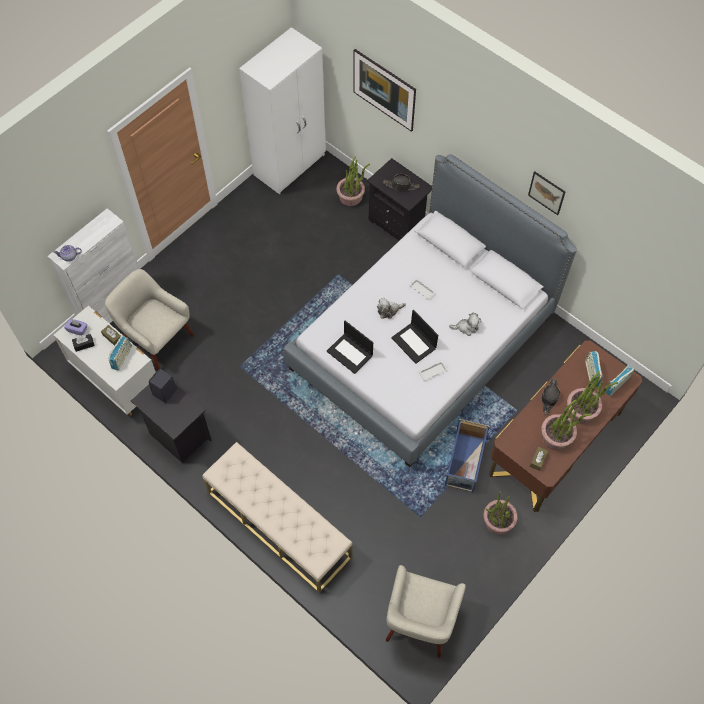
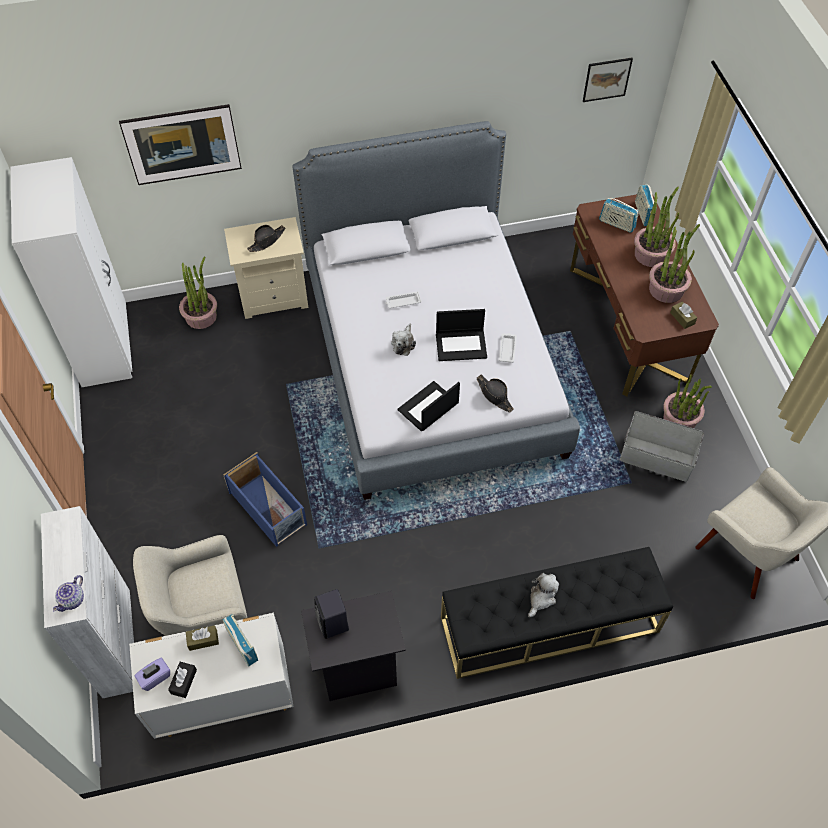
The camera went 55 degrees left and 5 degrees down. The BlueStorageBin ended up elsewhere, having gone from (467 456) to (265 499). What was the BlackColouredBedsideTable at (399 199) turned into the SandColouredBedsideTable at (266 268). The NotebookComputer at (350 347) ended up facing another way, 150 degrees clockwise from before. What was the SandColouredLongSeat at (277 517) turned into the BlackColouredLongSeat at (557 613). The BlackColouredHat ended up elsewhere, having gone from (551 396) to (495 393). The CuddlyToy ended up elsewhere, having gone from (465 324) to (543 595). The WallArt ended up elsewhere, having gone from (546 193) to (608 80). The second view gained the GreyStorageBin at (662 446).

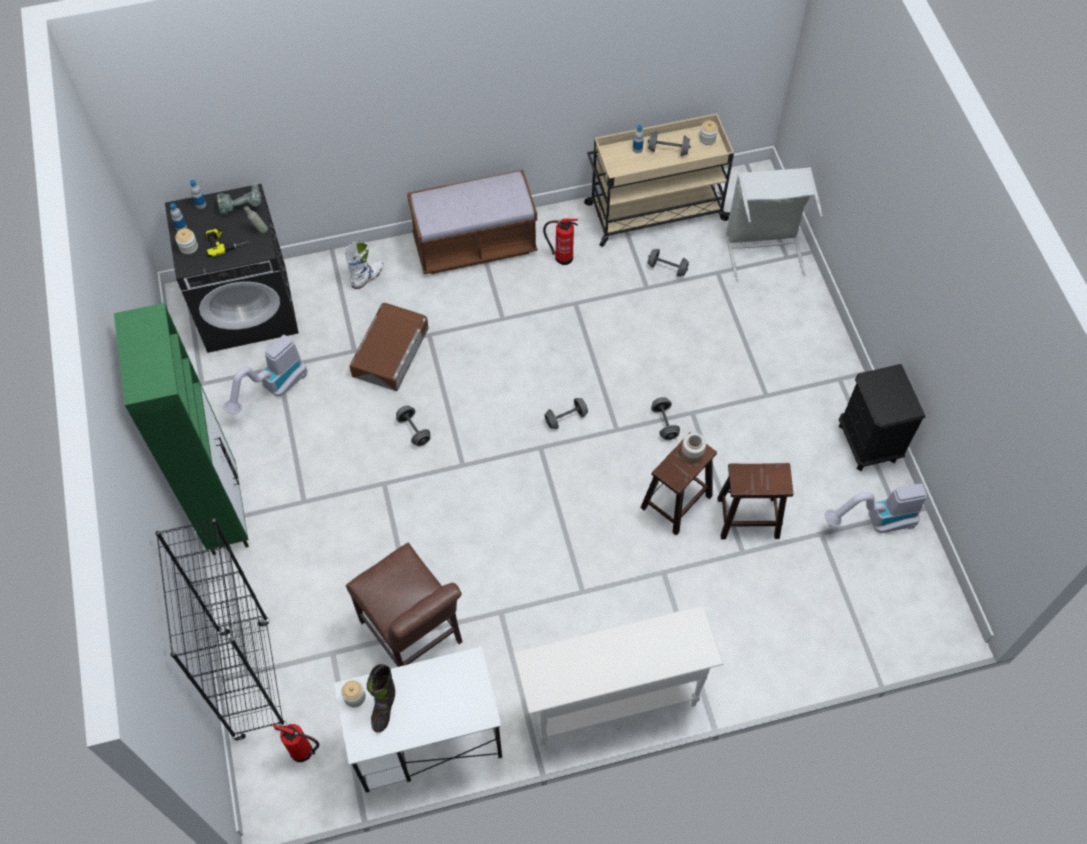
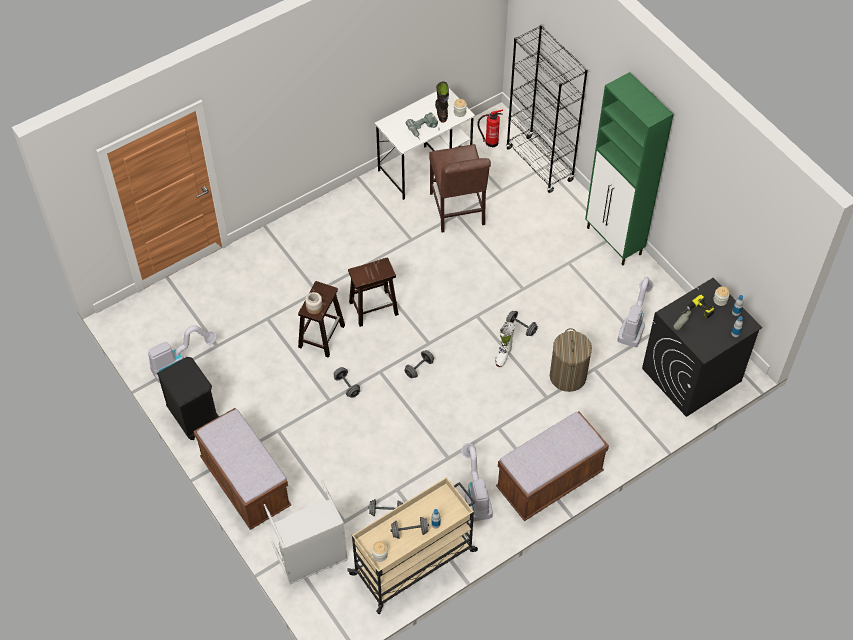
The camera went 160 degrees right and 5 degrees down. The second view gained the BrownColouredLongSeat at (242 469). The BrownColouredStool ended up elsewhere, having gone from (755 501) to (373 292). The PowerDrill ended up elsewhere, having gone from (239 198) to (422 126). The BrownColouredPlainChair at (404 604) ended up facing another way, 135 degrees counterclockwise from before. Where the Extinguisher stood at (560 242), the VacuumCleaner came to stand at (477 482). The WhiteColouredHighTopBoot ended up elsewhere, having gone from (365 265) to (505 344). Where the BrownColouredStorageBin stood at (388 347), the LaundryBasket came to stand at (571 360). The second view lost the WhiteColouredHallTable at (618 675).

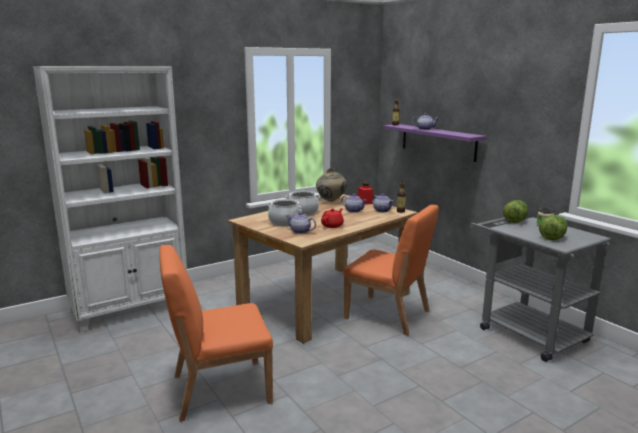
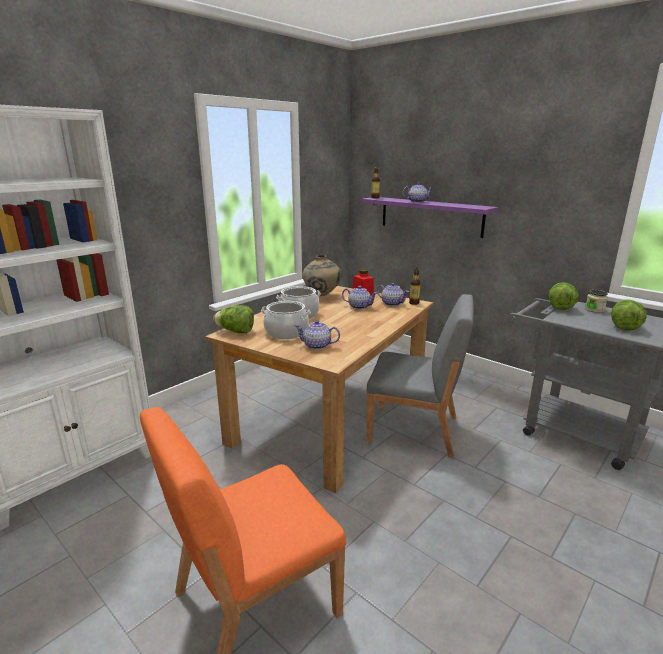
The camera went 15 degrees left and 5 degrees up. The second view gained the Lettuce at (234 319). What was the OrangePlainChair at (391 270) turned into the GreyPlainChair at (420 376). The second view lost the RedColouredTeapot at (332 218).

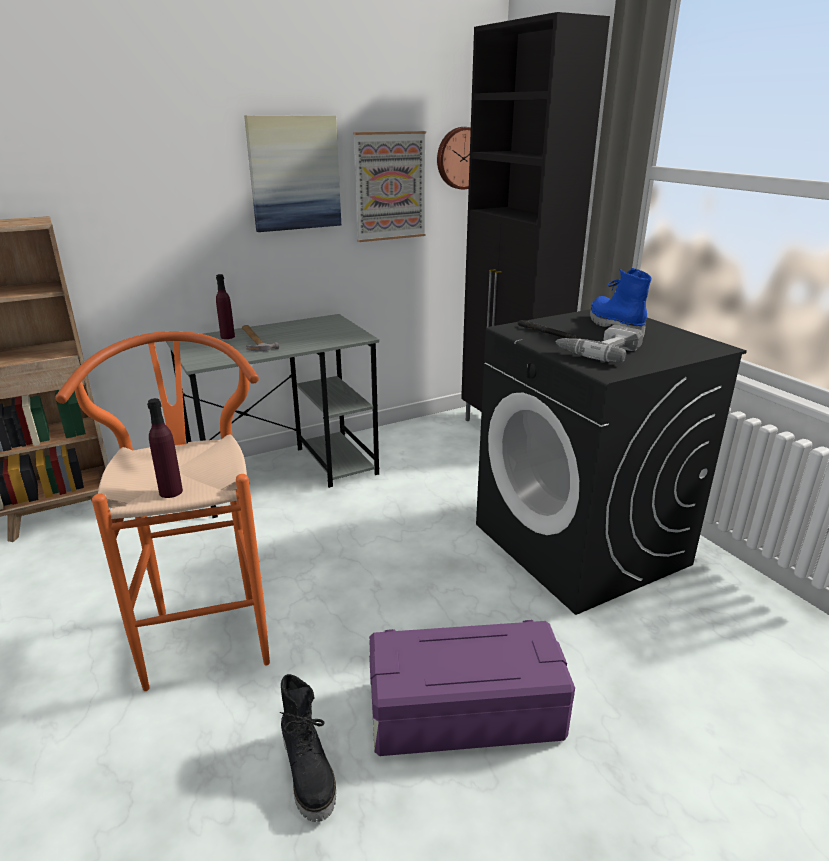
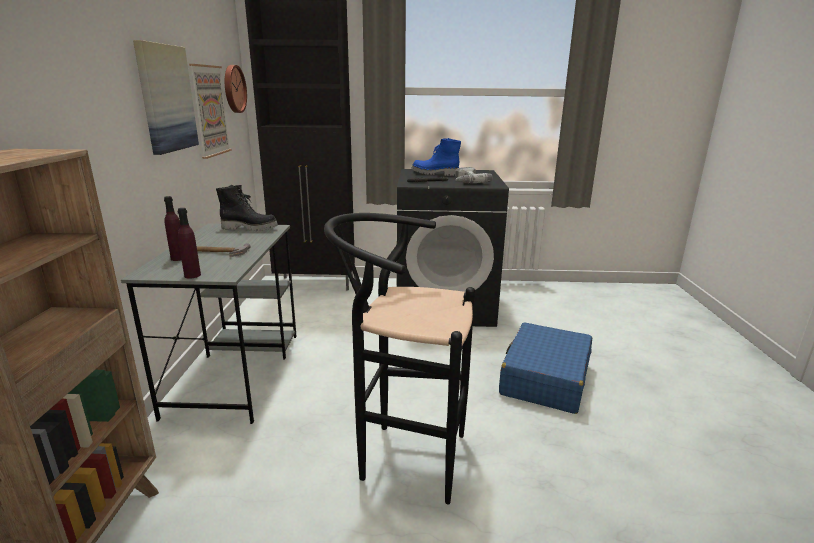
The camera went 60 degrees left and 5 degrees down. The PurplishDrinkBottle ended up elsewhere, having gone from (165 448) to (189 243). The BlackColouredHighTopBoot ended up elsewhere, having gone from (308 748) to (247 208). What was the OrangeStool at (162 511) turned into the BlackColouredStool at (399 358). Where the PurplishStorageBin stood at (472 688), the BlueTravelCase came to stand at (545 368).

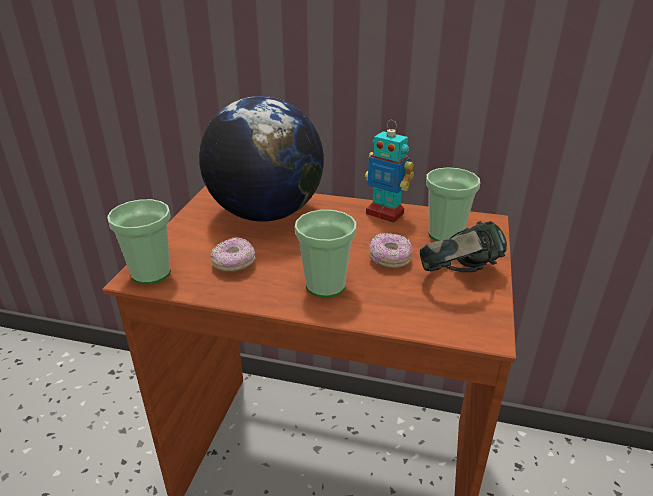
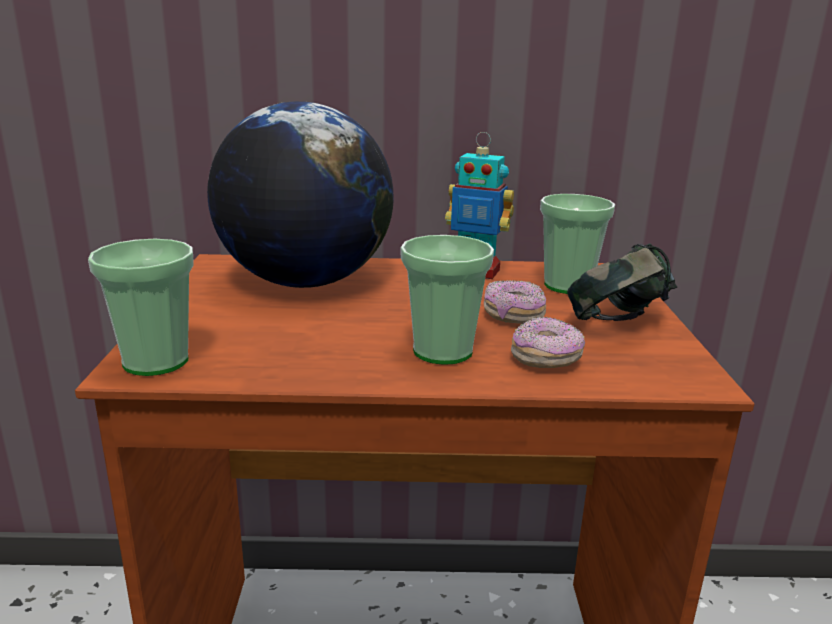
The camera went 15 degrees left and 10 degrees down. The Doughnut ended up elsewhere, having gone from (233 254) to (548 342).

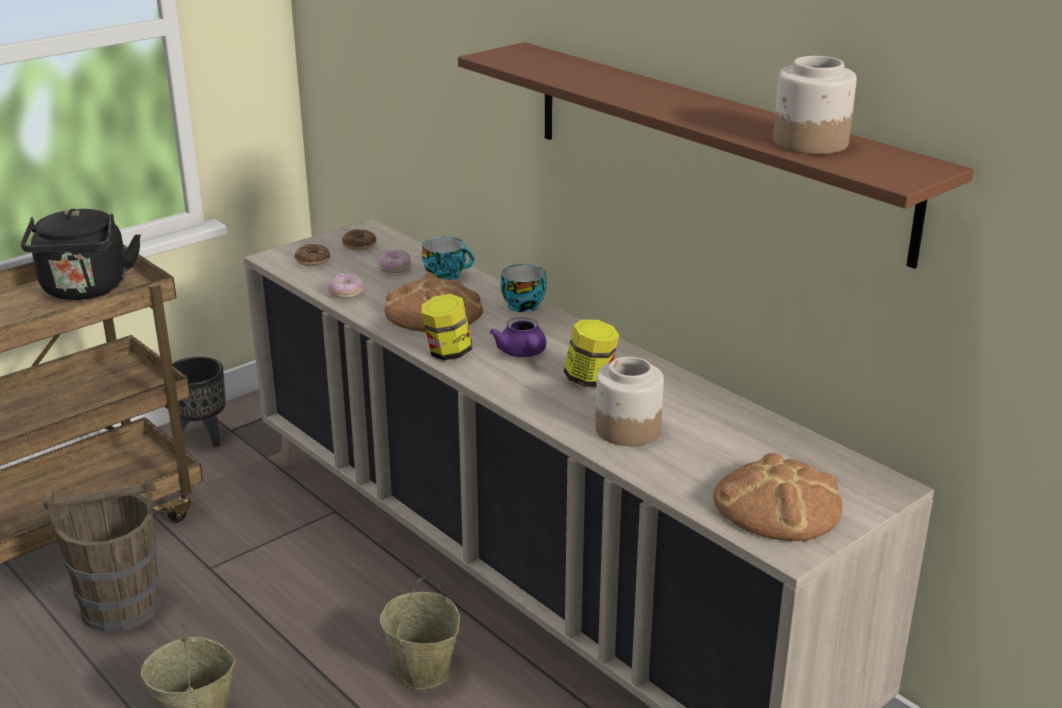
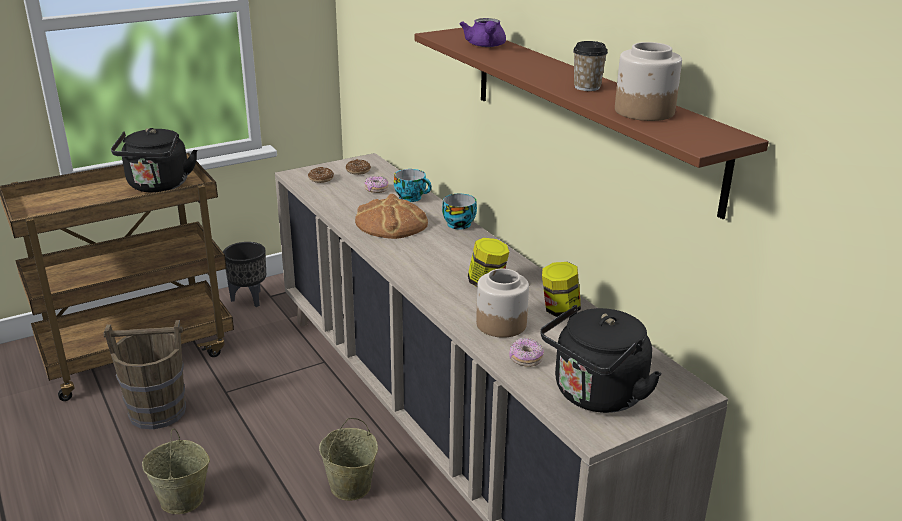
The camera went 10 degrees right and 0 degrees up. The PurplishTeapot ended up elsewhere, having gone from (518 337) to (483 32). The Doughnut ended up elsewhere, having gone from (346 286) to (526 352). Where the BakeryBread stood at (778 496), the BlackColouredKettle came to stand at (600 359). The PreserveJar ended up elsewhere, having gone from (447 327) to (561 289). The second view gained the DrinkingCup at (590 66).

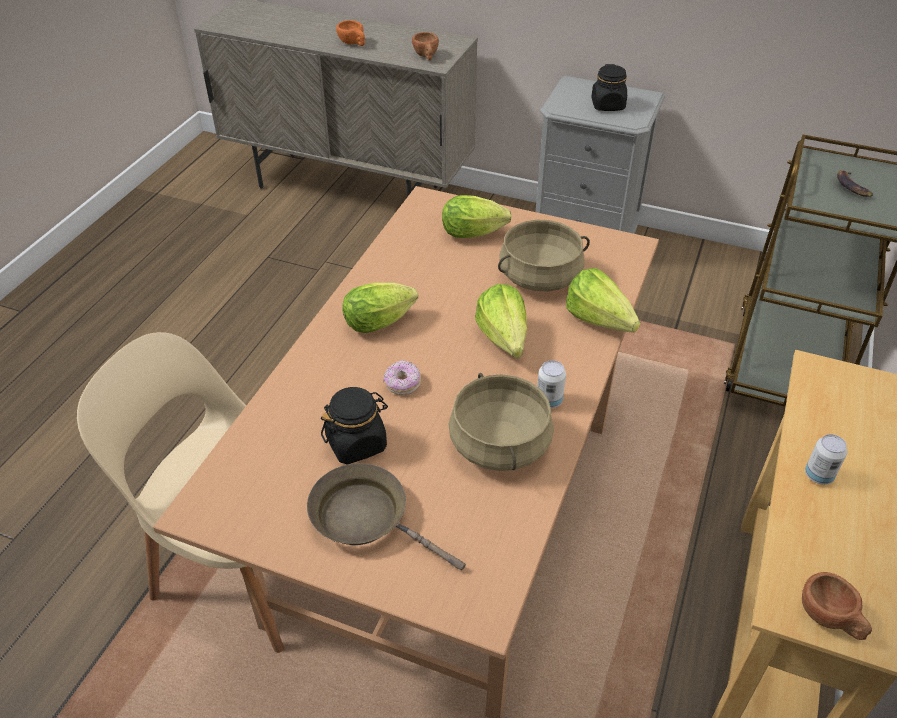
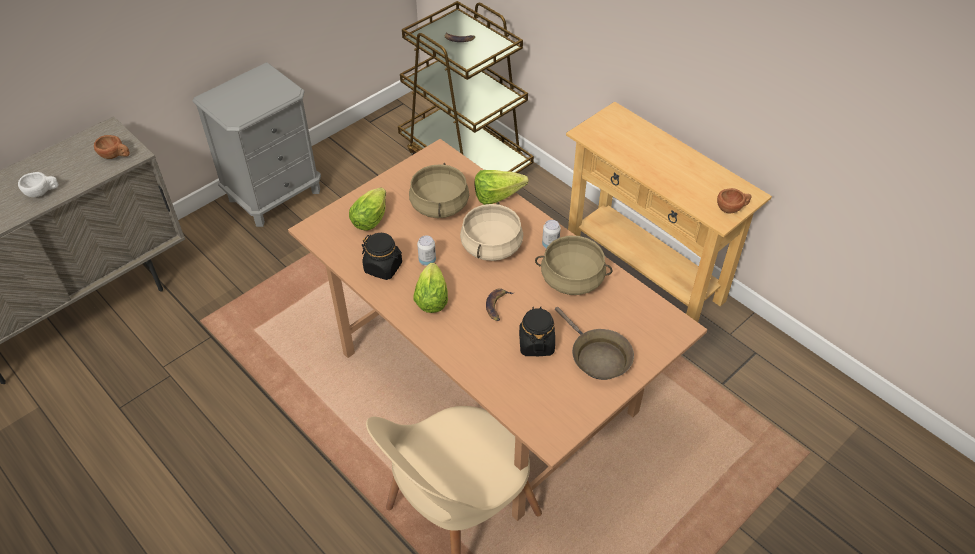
The camera went 65 degrees left and 5 degrees up. What was the OrangeDrinkingCup at (350 33) turned into the WhiteColouredDrinkingCup at (38 184). The BlackColouredPreserveJar ended up elsewhere, having gone from (609 87) to (382 256). The SealedCan ended up elsewhere, having gone from (826 459) to (426 250). Where the Lettuce stood at (501 321), the SandColouredCookingPot came to stand at (491 231). Where the Doughnut stood at (402 377), the WholeBanana came to stand at (500 304). The BrownColouredPan at (386 516) ended up facing another way, 90 degrees counterclockwise from before.

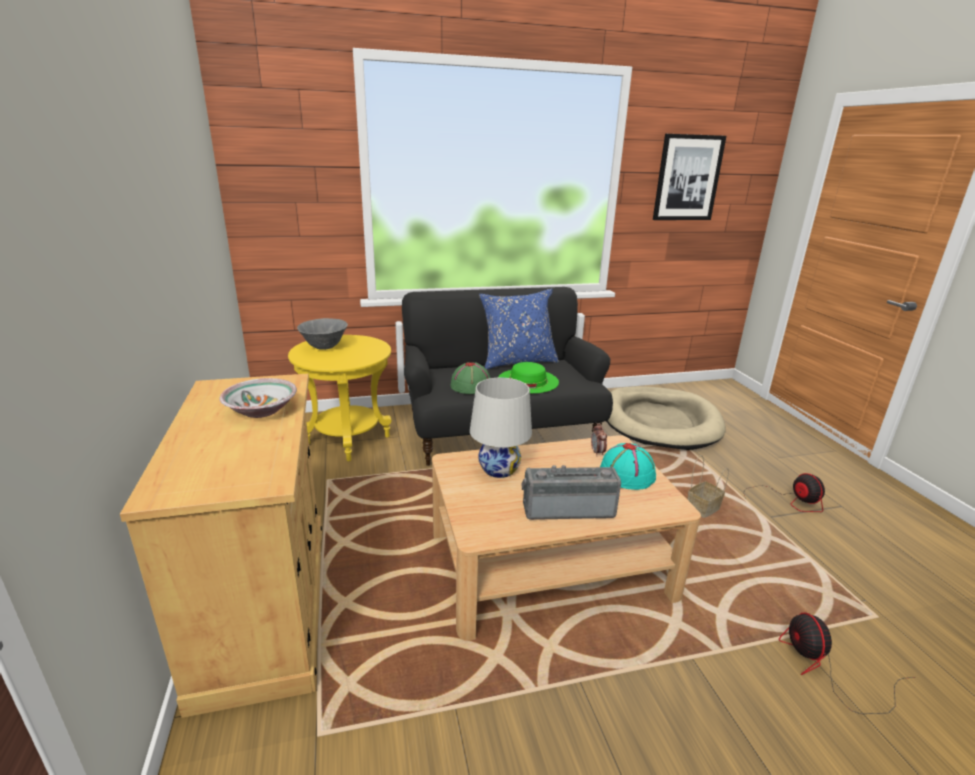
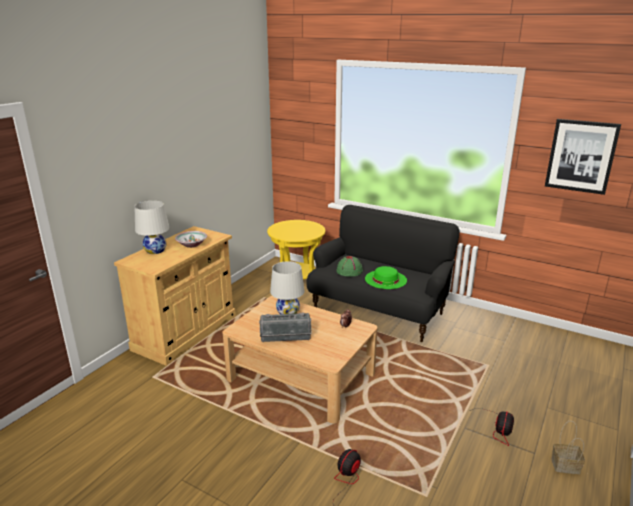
The camera went 45 degrees right and 0 degrees up. The second view gained the WhiteColouredTabletopLamp at (152 227). The RadioReceiver at (571 492) ended up facing another way, 135 degrees clockwise from before. The HouseholdBasket ended up elsewhere, having gone from (708 486) to (568 447). The second view lost the GreyServingBowl at (322 334). The second view lost the BlueCushion at (519 328). The second view lost the TurquoiseHat at (628 466). The second view lost the SandColouredPetBed at (666 418).

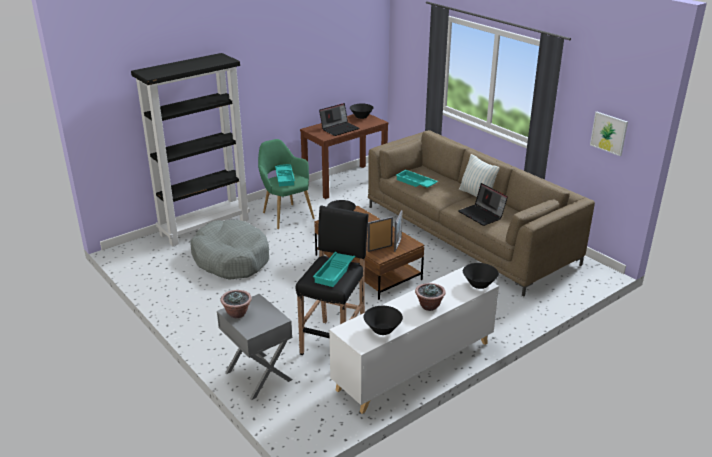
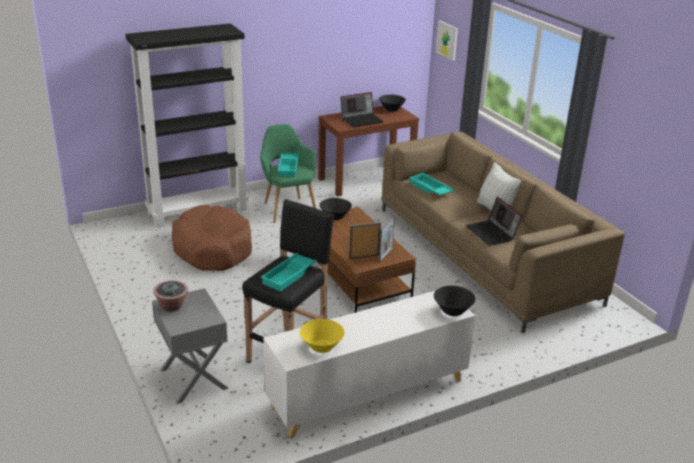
The camera went 10 degrees right and 0 degrees up. What was the GreyPetBed at (229 249) turned into the BrownColouredPetBed at (212 238). What was the BlackColouredServingBowl at (383 320) turned into the YellowServingBowl at (322 336). The WallArt ended up elsewhere, having gone from (609 134) to (447 41). The second view lost the Houseplant at (430 297).

